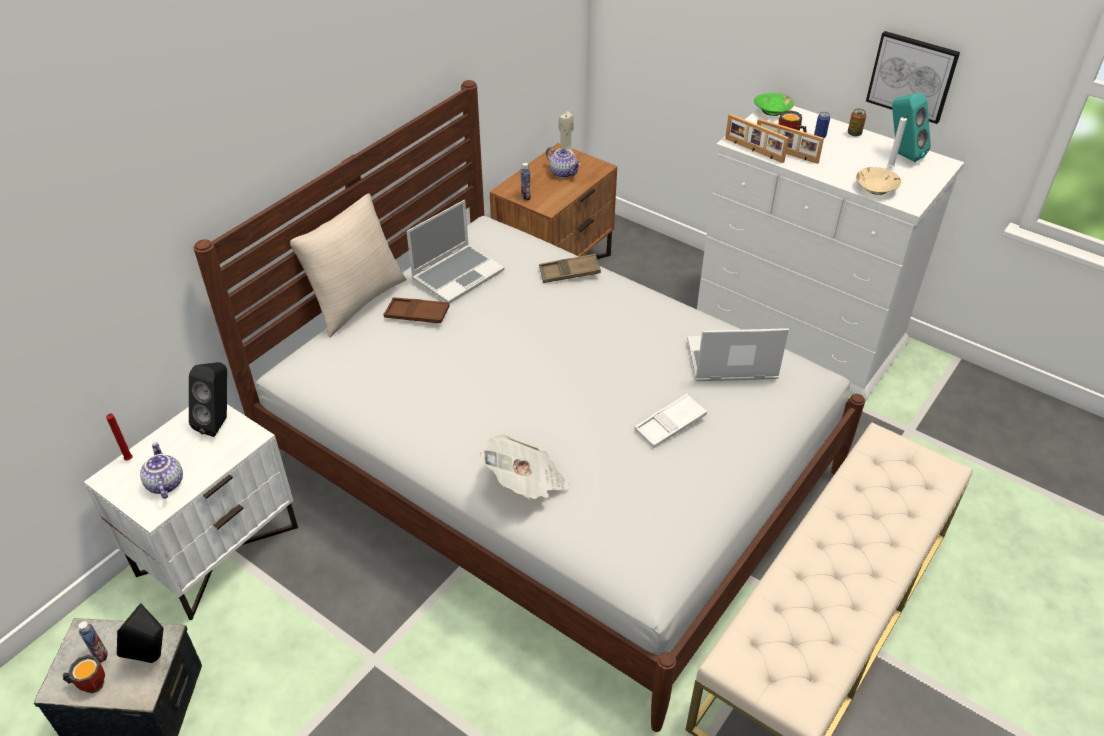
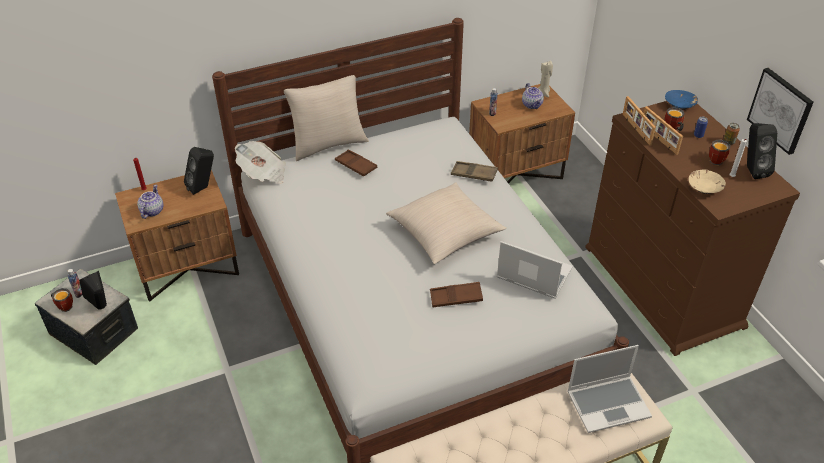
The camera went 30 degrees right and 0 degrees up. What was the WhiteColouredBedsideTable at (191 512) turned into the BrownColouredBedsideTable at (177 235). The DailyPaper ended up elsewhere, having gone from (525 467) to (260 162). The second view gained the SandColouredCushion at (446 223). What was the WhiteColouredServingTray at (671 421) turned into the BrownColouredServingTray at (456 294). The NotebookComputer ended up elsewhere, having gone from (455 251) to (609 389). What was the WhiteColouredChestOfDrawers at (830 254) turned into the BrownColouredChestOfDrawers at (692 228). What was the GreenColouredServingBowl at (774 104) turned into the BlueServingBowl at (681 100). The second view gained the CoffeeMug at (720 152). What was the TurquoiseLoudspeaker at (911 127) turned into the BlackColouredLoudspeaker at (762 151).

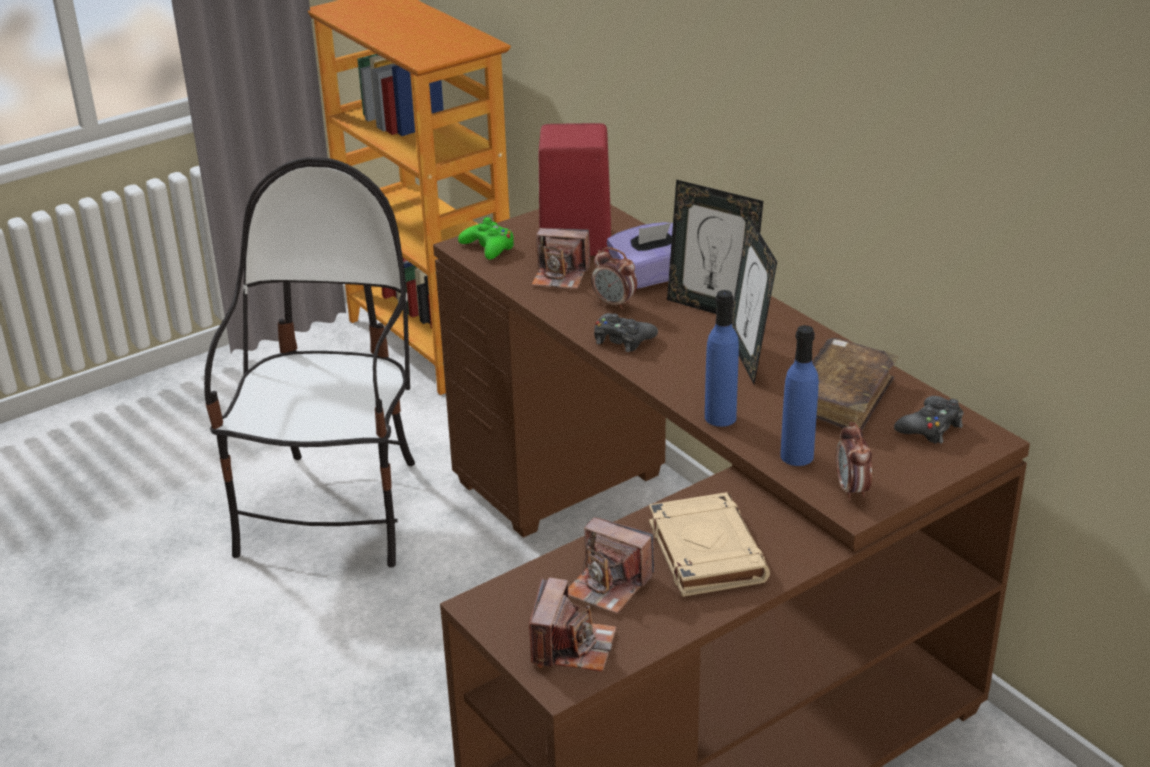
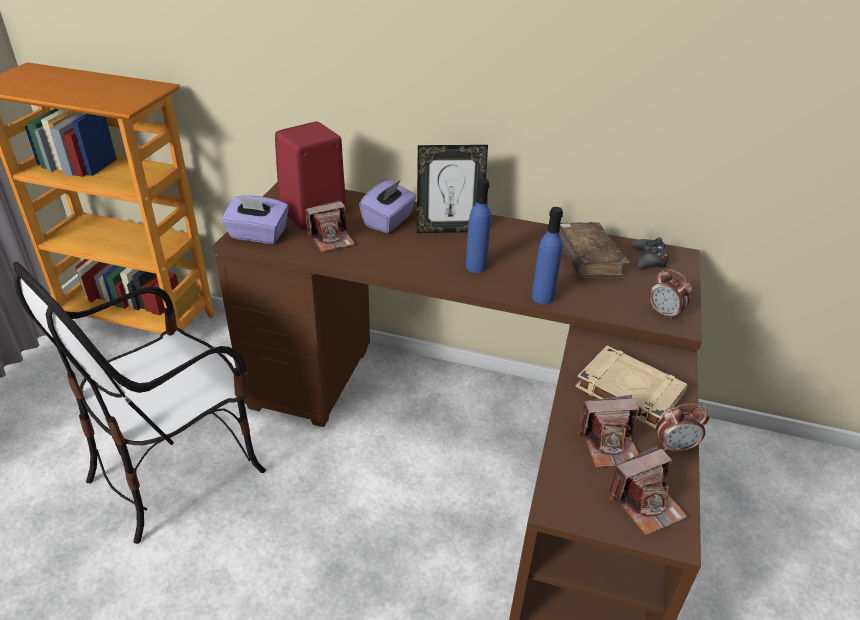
The camera went 40 degrees left and 5 degrees up. The PlainChair at (309 362) ended up facing another way, 105 degrees counterclockwise from before. Where the GreenColouredJoypad stood at (486 238), the PurplishTissueHolder came to stand at (255 219). The BlueDrinkBottle ended up elsewhere, having gone from (799 395) to (478 226). The PhotoCamera at (572 624) ended up facing another way, 90 degrees clockwise from before. The BedsideClock ended up elsewhere, having gone from (614 278) to (682 427). The second view lost the BlackColouredJoypad at (626 332). The second view lost the StandingFrame at (754 299).

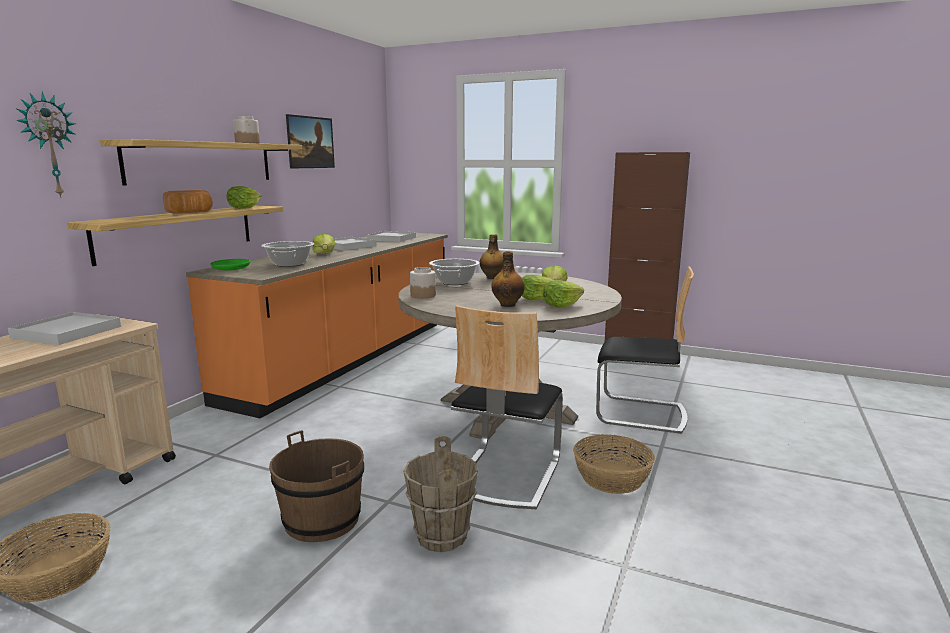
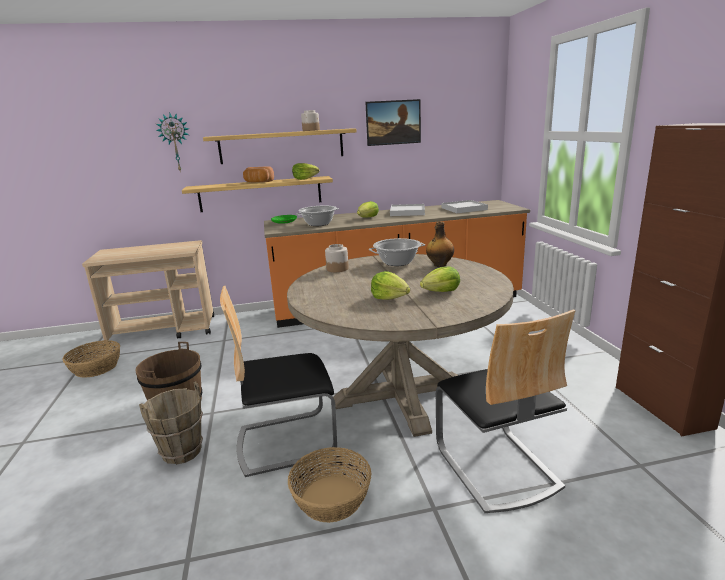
The camera went 55 degrees right and 5 degrees up. The second view lost the WhiteColouredServingTray at (64 328). The second view lost the DrinkBottle at (508 279). The second view lost the Lettuce at (563 293).

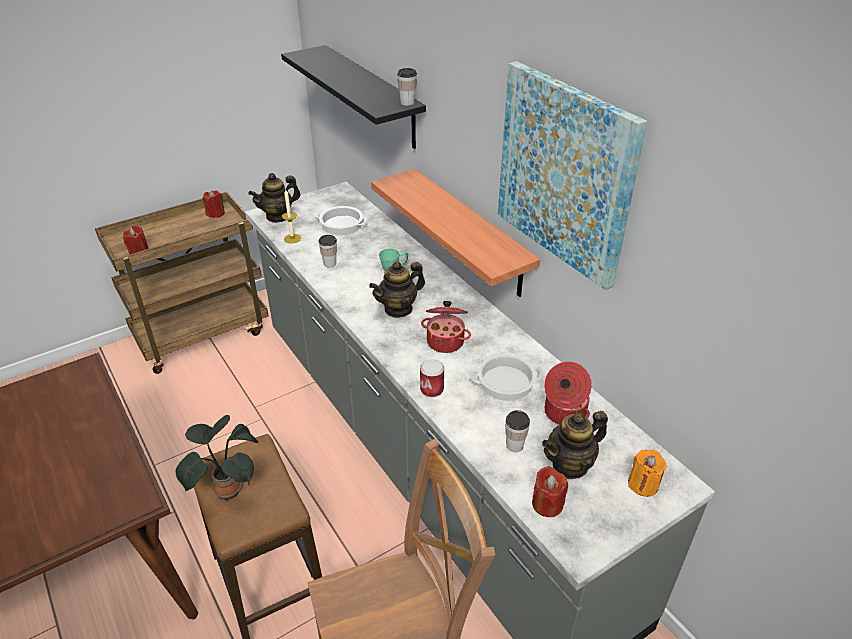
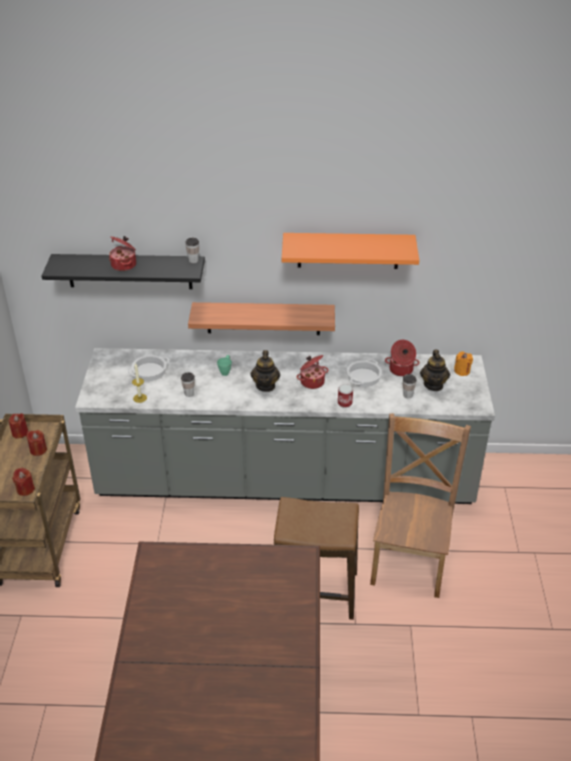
The camera went 55 degrees left and 0 degrees up. The RedColouredWaxLight ended up elsewhere, having gone from (550 491) to (36 443). The second view gained the CookingPot at (122 253). Where the WallArt hung at (572 175), the OrangeBracketShelf came to hang at (350 251). The second view lost the Houseplant at (217 458). The second view lost the Teapot at (274 198).

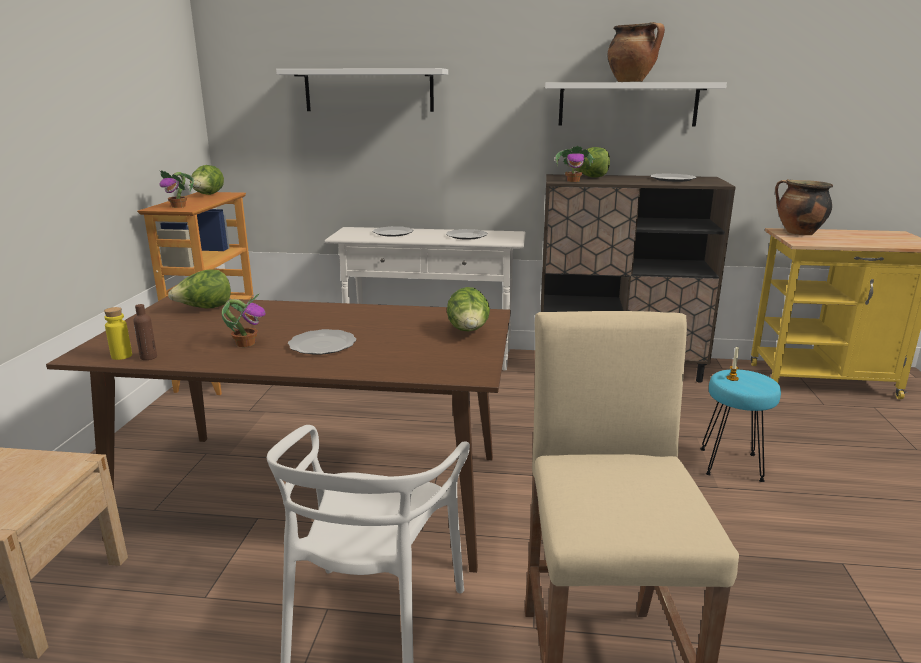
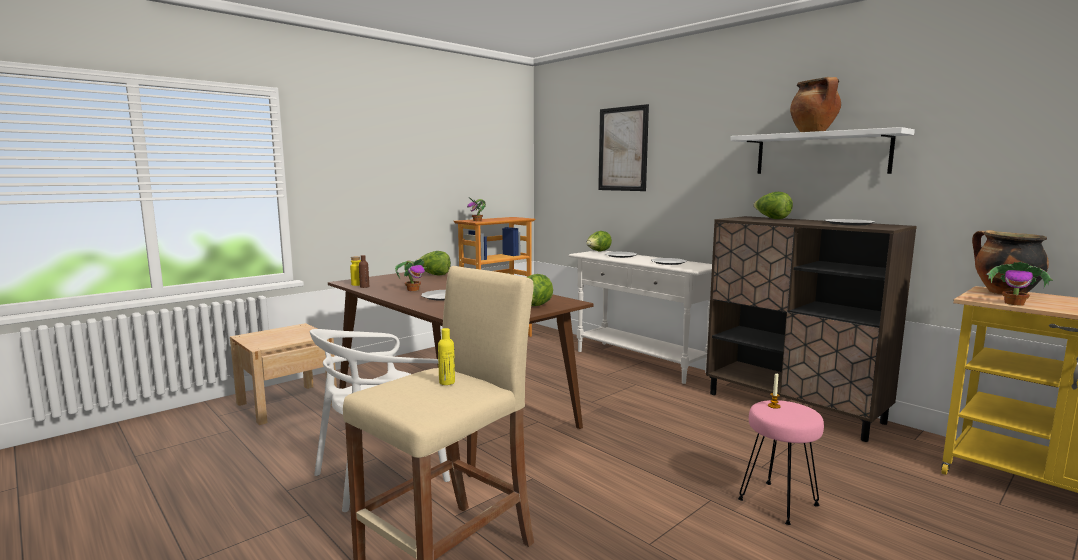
The camera went 40 degrees right and 10 degrees down. The second view gained the YellowDrinkBottle at (446 356). The Lettuce ended up elsewhere, having gone from (207 180) to (599 241). Where the WhiteColouredBracketShelf hung at (362 90), the WallArt came to hang at (623 147). What was the TurquoiseStool at (740 425) turned into the PinkColouredStool at (781 462). The Houseplant ended up elsewhere, having gone from (574 164) to (1019 284).

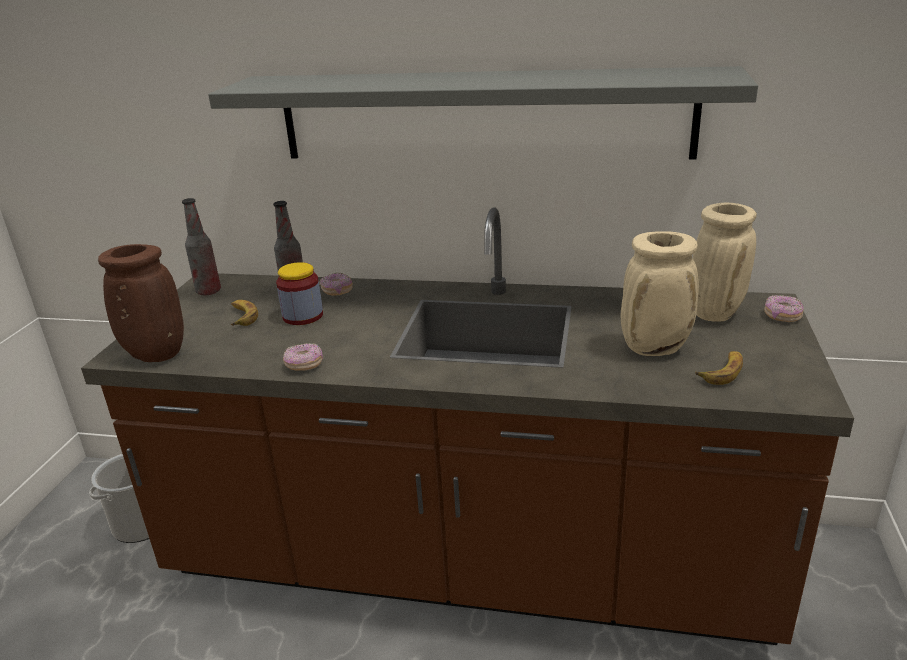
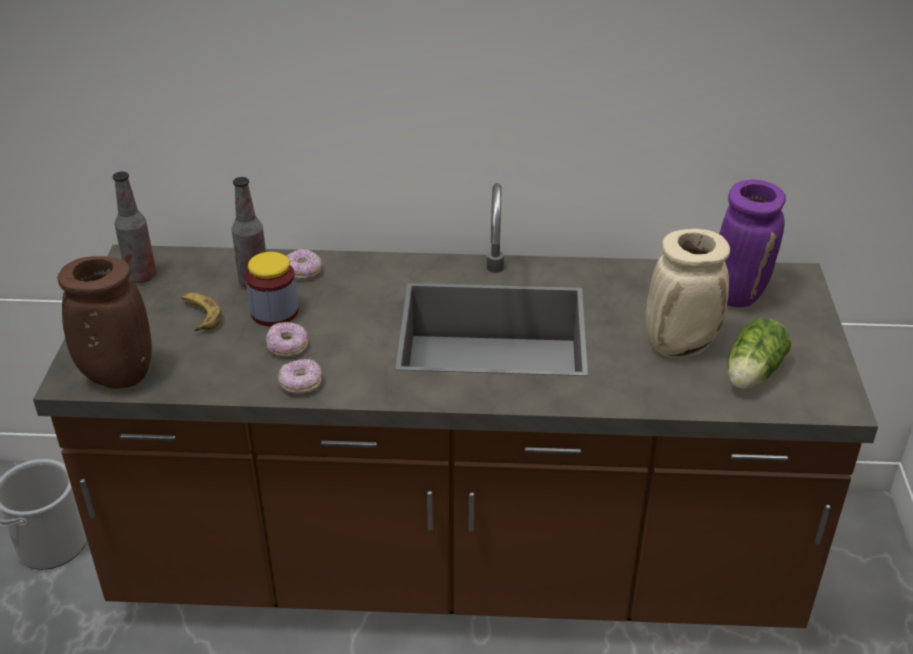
The camera went 10 degrees left and 10 degrees up. The Doughnut ended up elsewhere, having gone from (784 308) to (287 339). What was the SandColouredFlowerVase at (724 262) turned into the PurplishFlowerVase at (752 243). Where the WholeBanana stood at (719 368), the Lettuce came to stand at (759 353). The second view lost the GreyBracketShelf at (483 112).

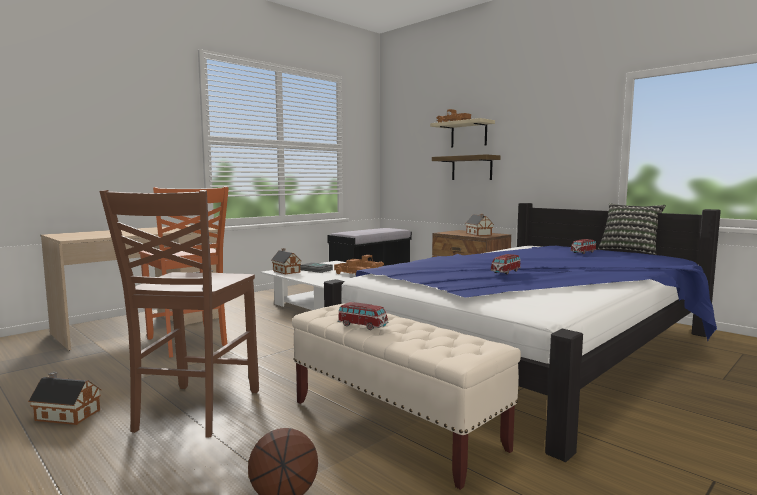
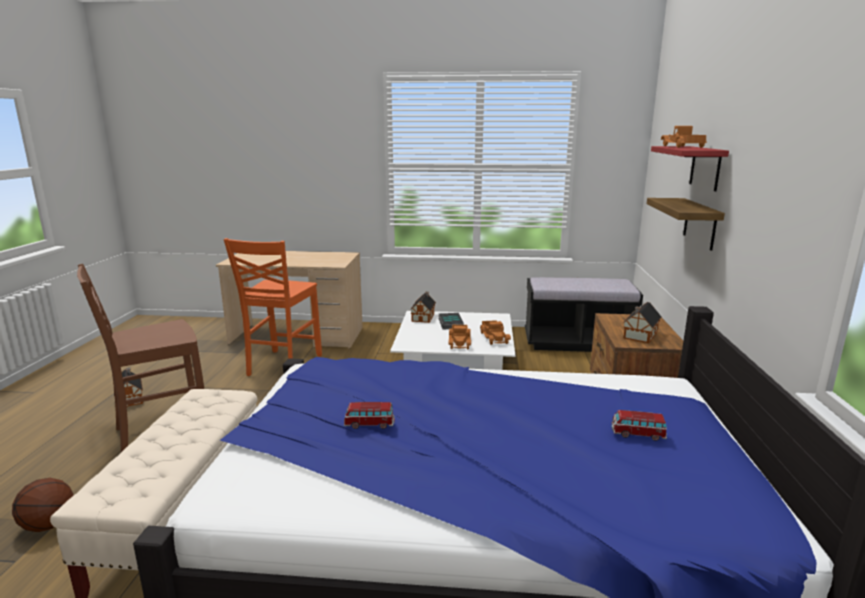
The camera went 50 degrees right and 10 degrees up. What was the SandColouredBracketShelf at (462 132) turned into the RedColouredBracketShelf at (690 168). The second view lost the ToyCar at (362 316). The second view lost the Cushion at (632 229).

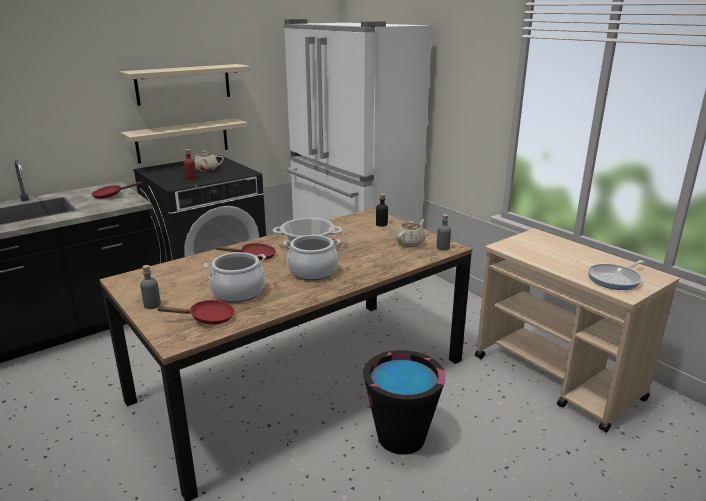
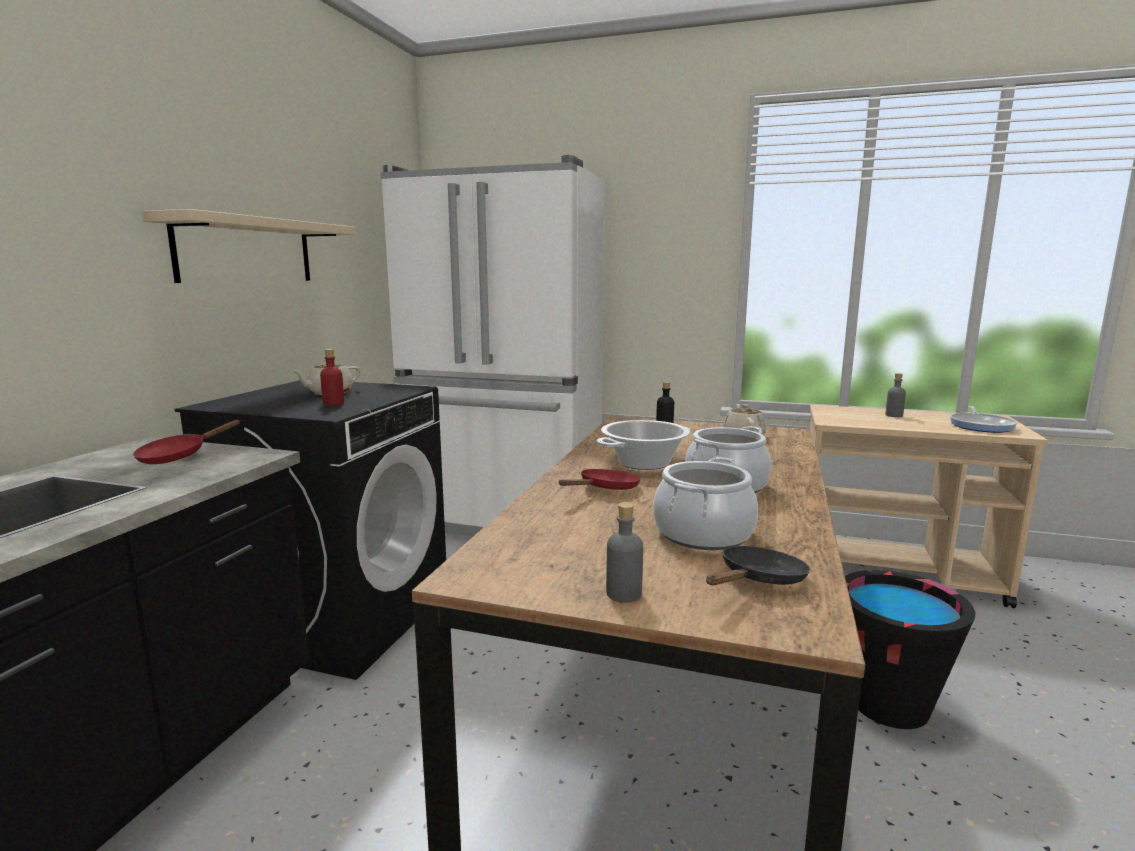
The camera went 35 degrees left and 10 degrees down. What was the RedColouredPan at (195 312) turned into the BlackColouredPan at (758 565). The GreyDrinkBottle ended up elsewhere, having gone from (444 232) to (895 395). The second view lost the SandColouredBracketShelf at (184 141).

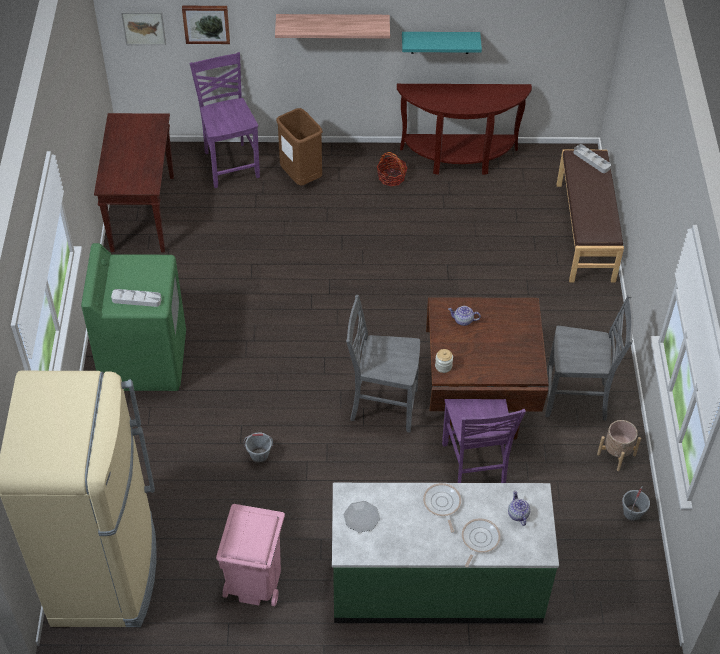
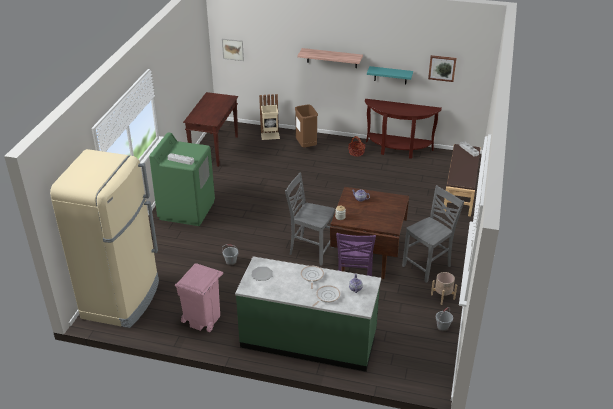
The camera went 15 degrees right and 15 degrees down. Where the PurplishPlainChair stood at (225 120), the SandColouredRubbishBin came to stand at (269 117). The GreyPlainChair at (589 358) ended up facing another way, 60 degrees counterclockwise from before. The WallArt ended up elsewhere, having gone from (206 25) to (442 68).

